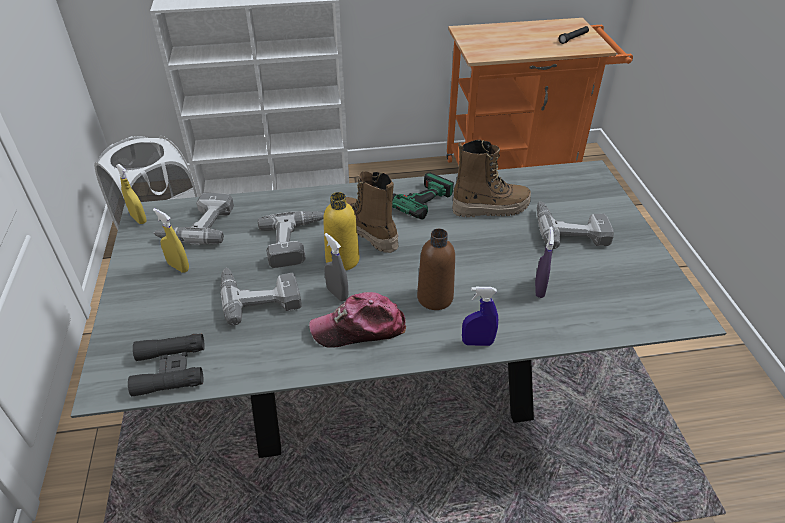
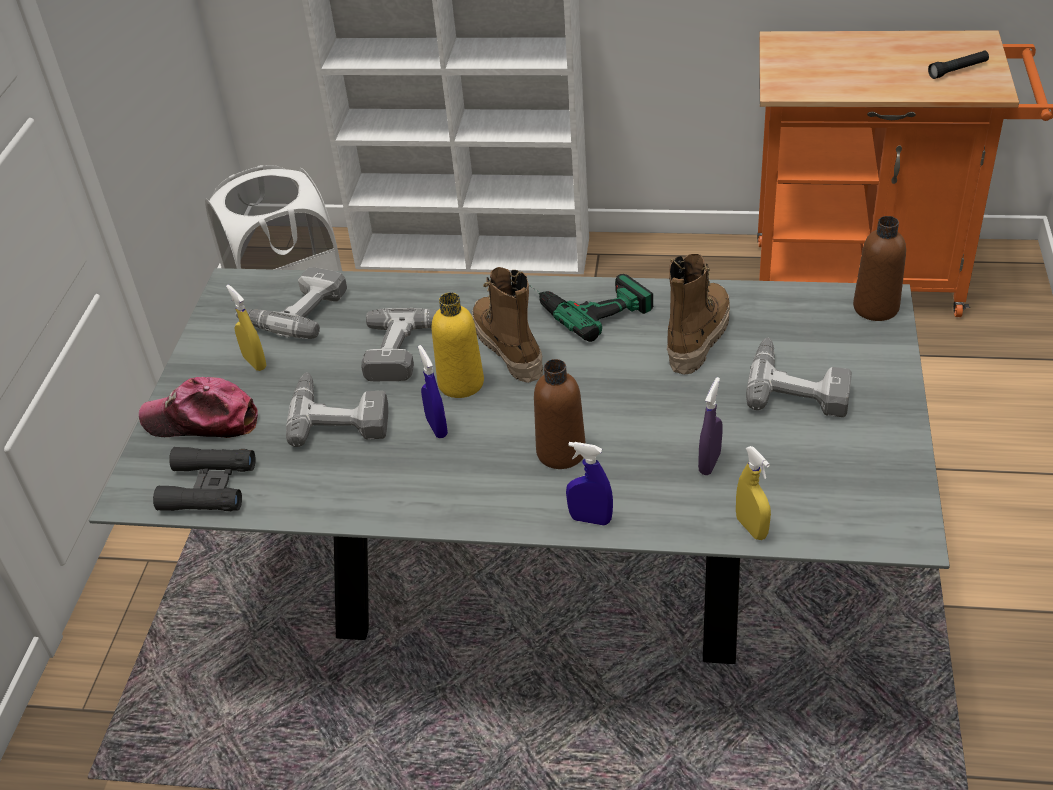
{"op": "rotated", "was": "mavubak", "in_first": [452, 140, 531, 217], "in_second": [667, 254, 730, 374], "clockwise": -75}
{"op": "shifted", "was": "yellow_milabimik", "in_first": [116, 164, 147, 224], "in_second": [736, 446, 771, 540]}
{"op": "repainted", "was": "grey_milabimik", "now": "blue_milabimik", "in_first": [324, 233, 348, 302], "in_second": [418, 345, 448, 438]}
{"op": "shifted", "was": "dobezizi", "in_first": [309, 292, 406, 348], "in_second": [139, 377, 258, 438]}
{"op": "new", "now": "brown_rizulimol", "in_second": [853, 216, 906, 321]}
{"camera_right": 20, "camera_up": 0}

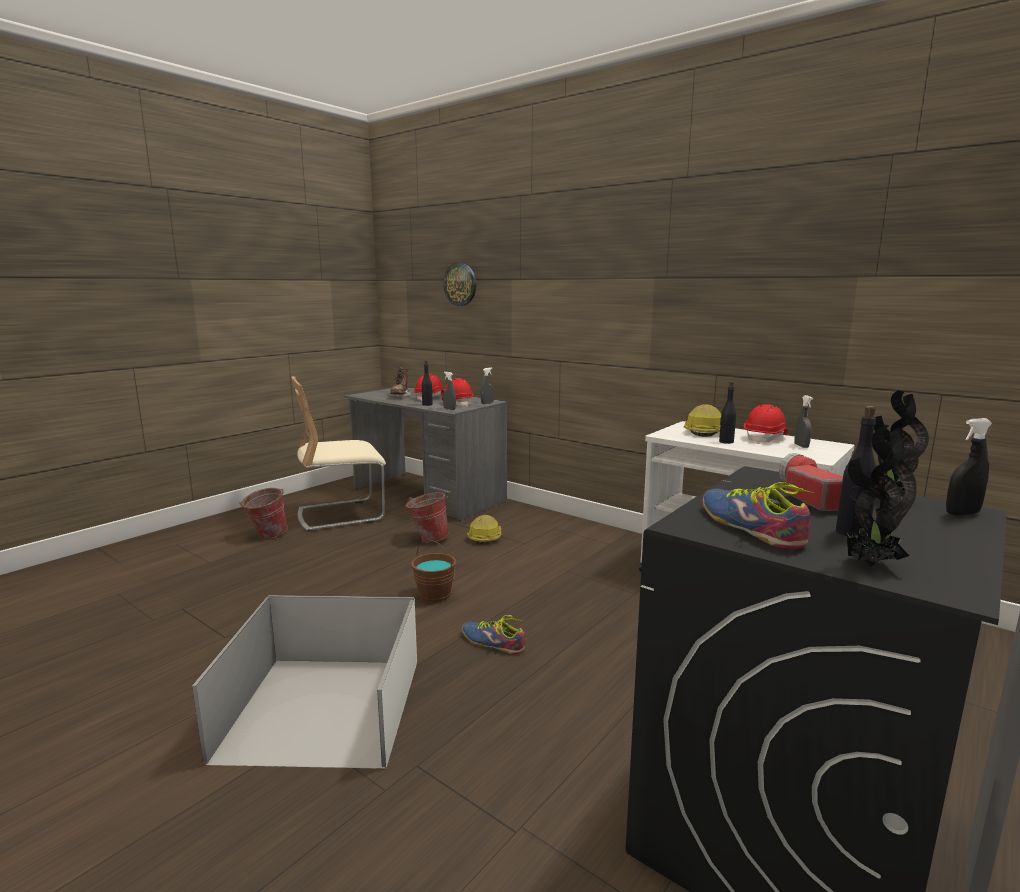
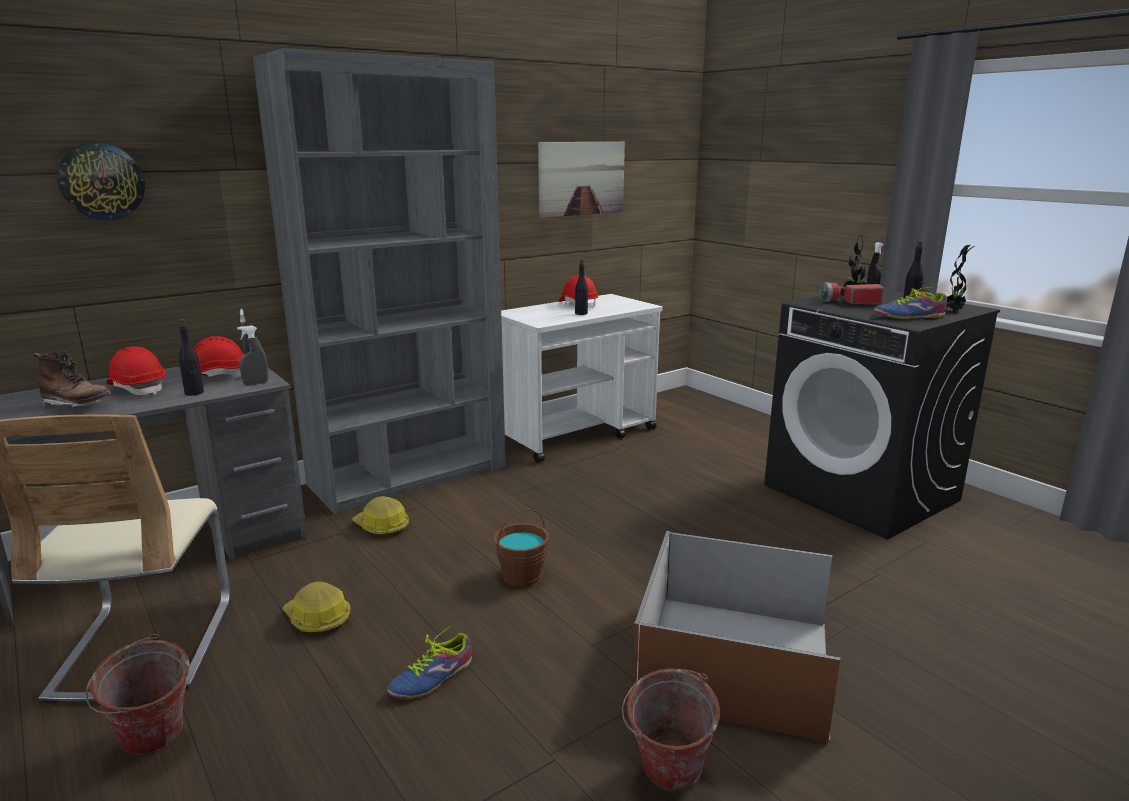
{"op": "gone", "was": "grey_milabimik", "in_first": [794, 395, 813, 448]}
{"op": "shifted", "was": "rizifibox", "in_first": [684, 404, 721, 437], "in_second": [283, 582, 351, 633]}
{"op": "shifted", "was": "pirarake", "in_first": [406, 492, 450, 543], "in_second": [622, 669, 720, 791]}
{"op": "repainted", "was": "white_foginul", "now": "brown_foginul", "in_first": [192, 595, 417, 769], "in_second": [632, 531, 840, 743]}
{"op": "shifted", "was": "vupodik", "in_first": [462, 615, 525, 654], "in_second": [387, 625, 472, 699]}
{"op": "new", "now": "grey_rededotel", "in_second": [253, 48, 506, 515]}
{"op": "new", "now": "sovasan", "in_second": [538, 142, 625, 218]}
{"camera_right": -75, "camera_up": 5}

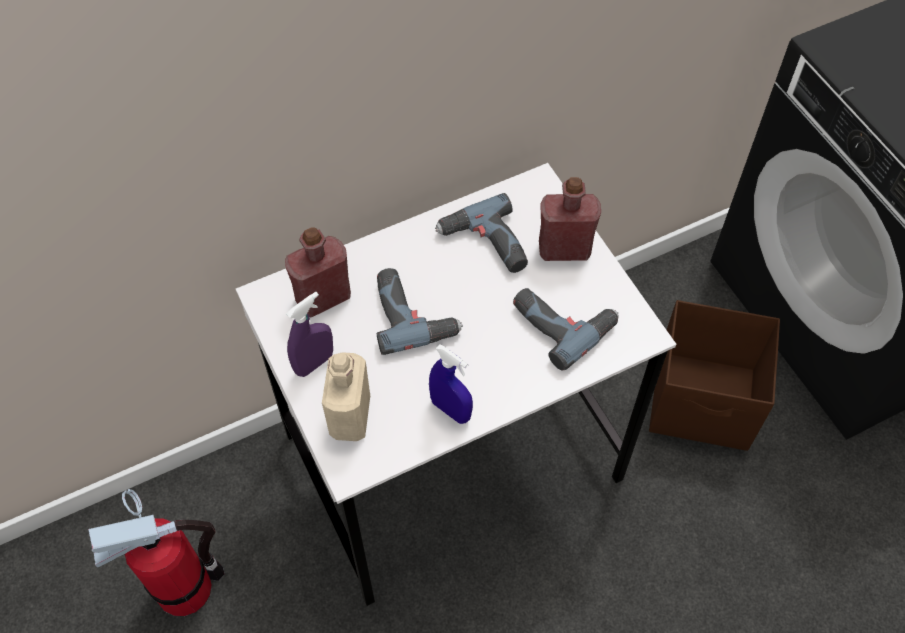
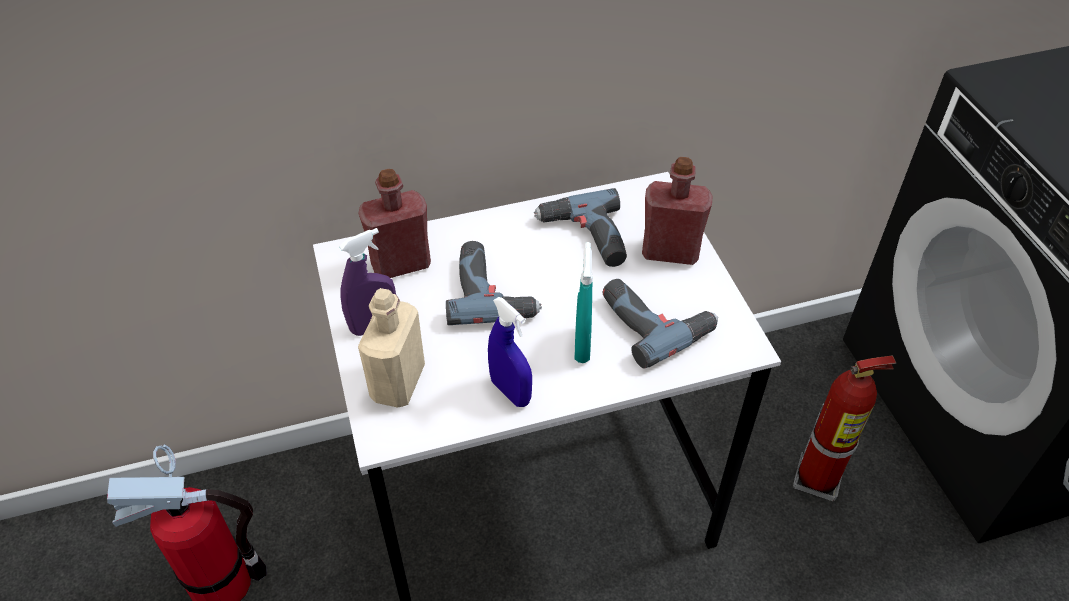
{"op": "swapped", "was": "brown_foginul", "now": "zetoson", "in_first": [649, 300, 780, 451], "in_second": [793, 355, 896, 501]}
{"op": "new", "now": "turquoise_milabimik", "in_second": [574, 242, 593, 363]}
{"camera_right": 10, "camera_up": -10}

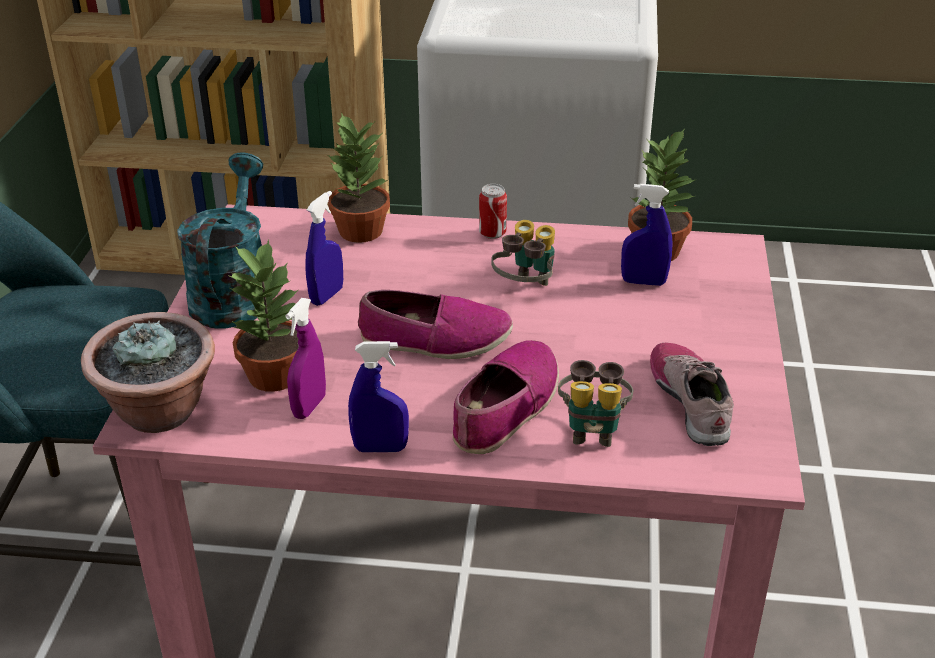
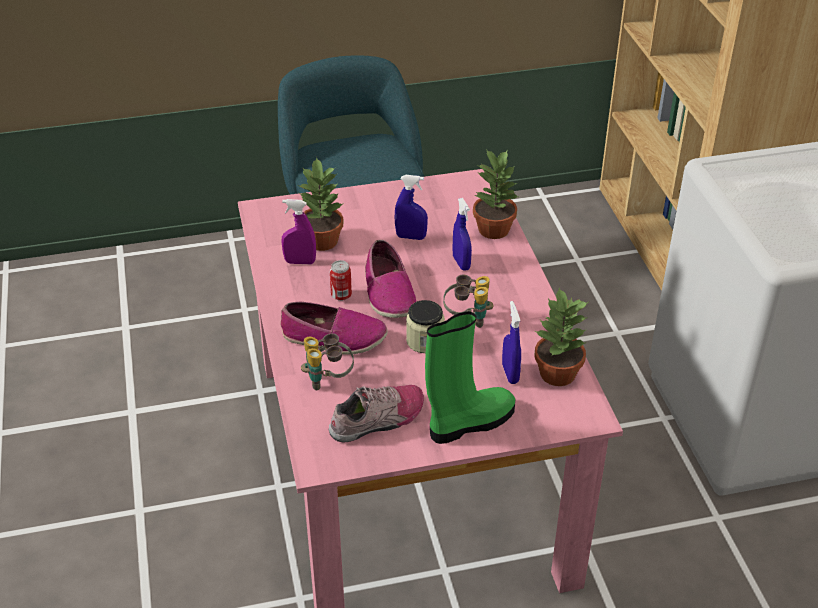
{"op": "gone", "was": "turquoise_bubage", "in_first": [177, 152, 263, 329]}
{"op": "shifted", "was": "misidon", "in_first": [479, 184, 507, 239], "in_second": [330, 260, 352, 301]}
{"op": "gone", "was": "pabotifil", "in_first": [81, 312, 215, 433]}
{"op": "shifted", "was": "blue_milabimik", "in_first": [348, 341, 409, 452], "in_second": [453, 198, 472, 271]}
{"op": "new", "now": "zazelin", "in_second": [406, 300, 445, 353]}
{"op": "new", "now": "green_mavubak", "in_second": [425, 312, 515, 444]}
{"camera_right": 70, "camera_up": 5}

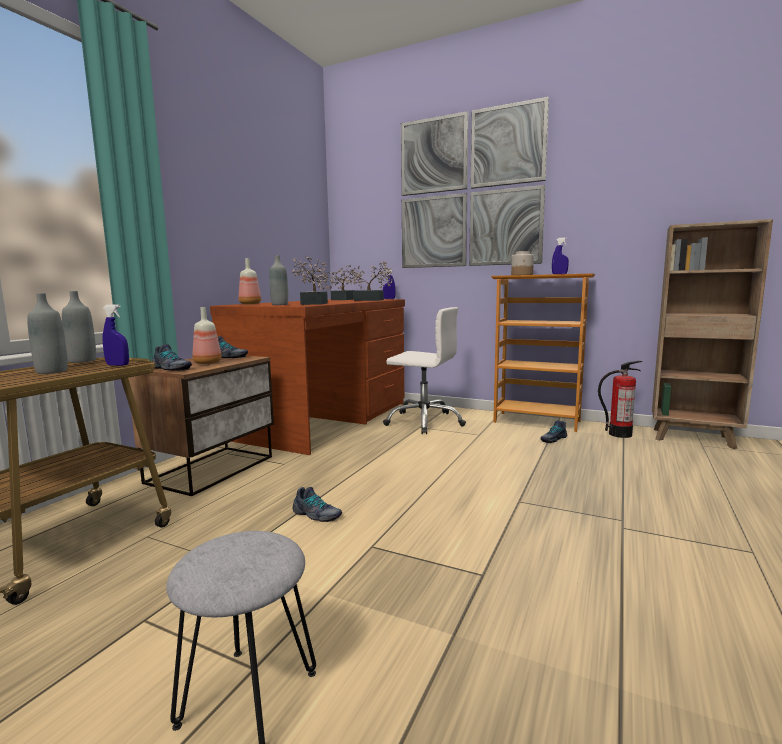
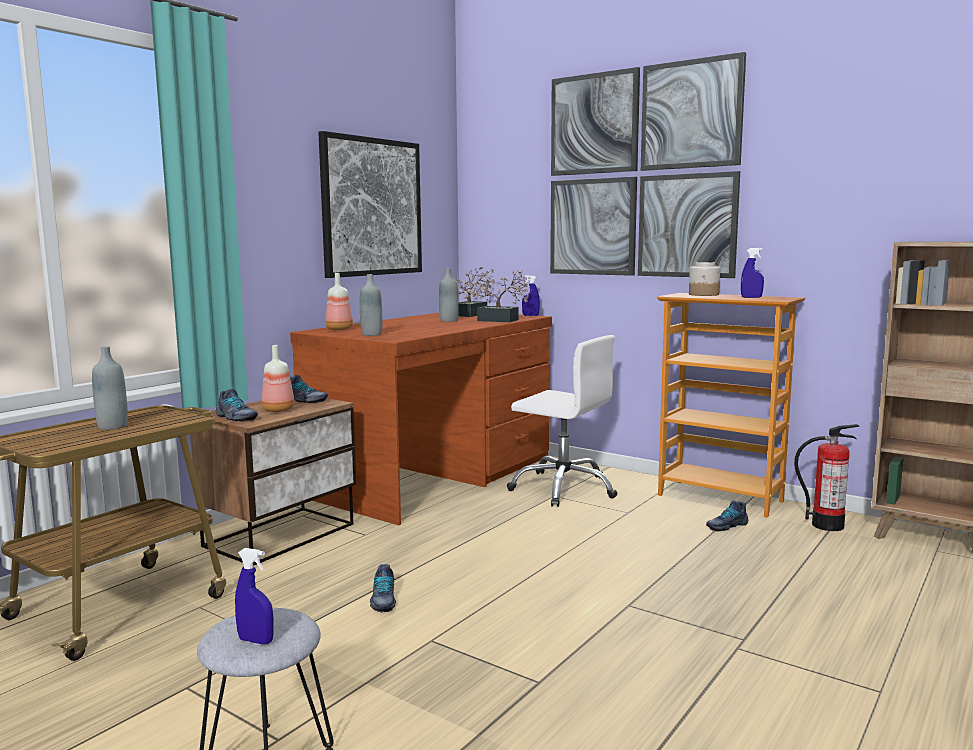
{"op": "gone", "was": "pabotifil", "in_first": [292, 256, 331, 305]}
{"op": "shifted", "was": "grey_rizulimol", "in_first": [62, 291, 96, 363], "in_second": [439, 268, 459, 322]}
{"op": "shifted", "was": "blue_milabimik", "in_first": [103, 304, 129, 366], "in_second": [235, 548, 274, 644]}
{"op": "rotated", "was": "vupodik", "in_first": [292, 487, 342, 522], "in_second": [370, 564, 396, 612], "clockwise": 45}
{"op": "new", "now": "sovasan", "in_second": [318, 131, 422, 278]}
{"camera_right": 10, "camera_up": 0}

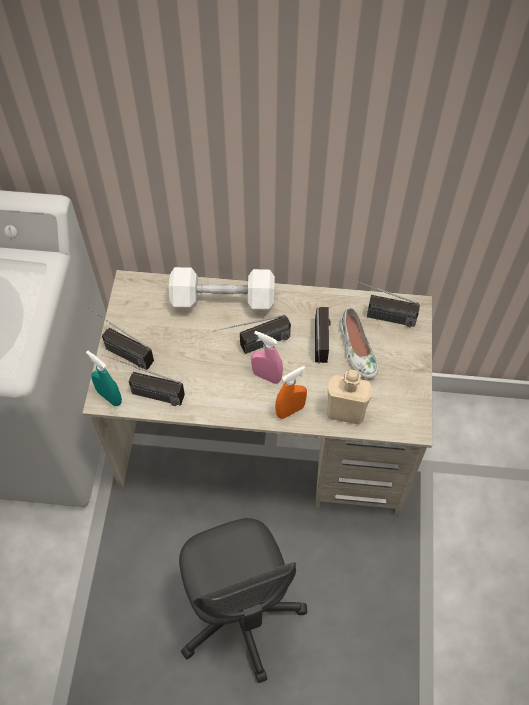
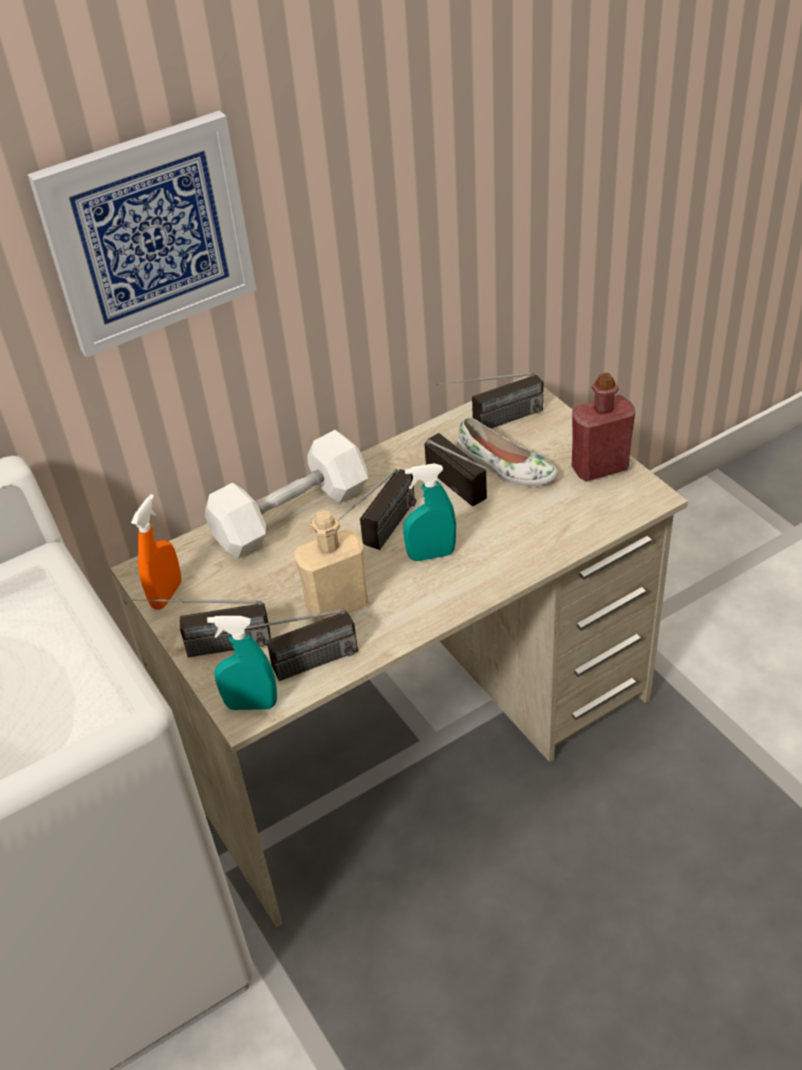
{"op": "repainted", "was": "pink_milabimik", "now": "turquoise_milabimik", "in_first": [251, 331, 283, 384], "in_second": [403, 463, 456, 561]}
{"op": "shifted", "was": "orange_milabimik", "in_first": [275, 366, 307, 419], "in_second": [131, 494, 181, 610]}
{"op": "shifted", "was": "beige_rizulimol", "in_first": [326, 370, 373, 425], "in_second": [295, 510, 368, 622]}
{"op": "gone", "was": "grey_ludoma", "in_first": [179, 518, 307, 683]}
{"op": "new", "now": "sovasan", "in_second": [28, 111, 257, 358]}
{"op": "new", "now": "red_rizulimol", "in_second": [572, 373, 635, 482]}
{"camera_right": -35, "camera_up": -15}

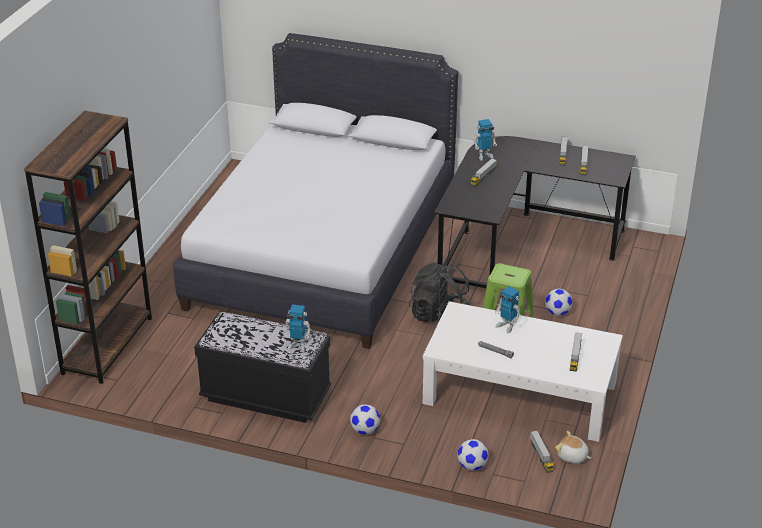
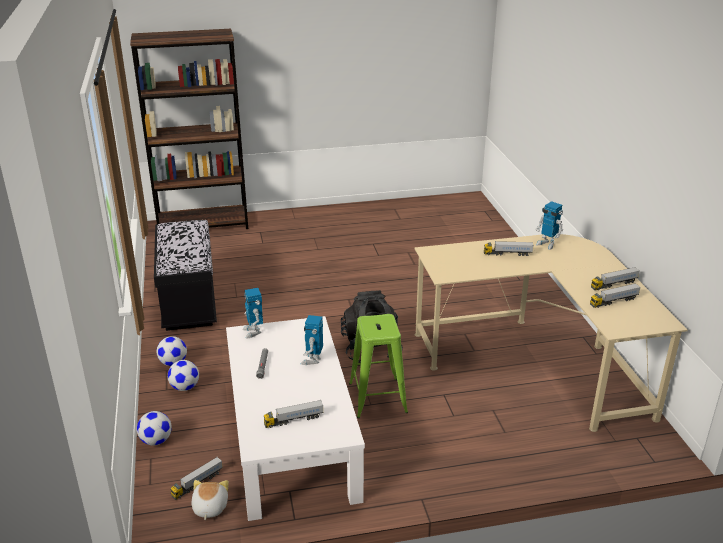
{"op": "gone", "was": "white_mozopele", "in_first": [173, 33, 458, 349]}
{"op": "repainted", "was": "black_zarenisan", "now": "beige_zarenisan", "in_first": [434, 136, 636, 288], "in_second": [414, 234, 688, 432]}
{"op": "shifted", "was": "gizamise", "in_first": [545, 289, 572, 316], "in_second": [168, 360, 199, 391]}
{"op": "shifted", "was": "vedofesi", "in_first": [283, 304, 311, 352], "in_second": [242, 288, 263, 339]}
{"camera_right": 60, "camera_up": -5}

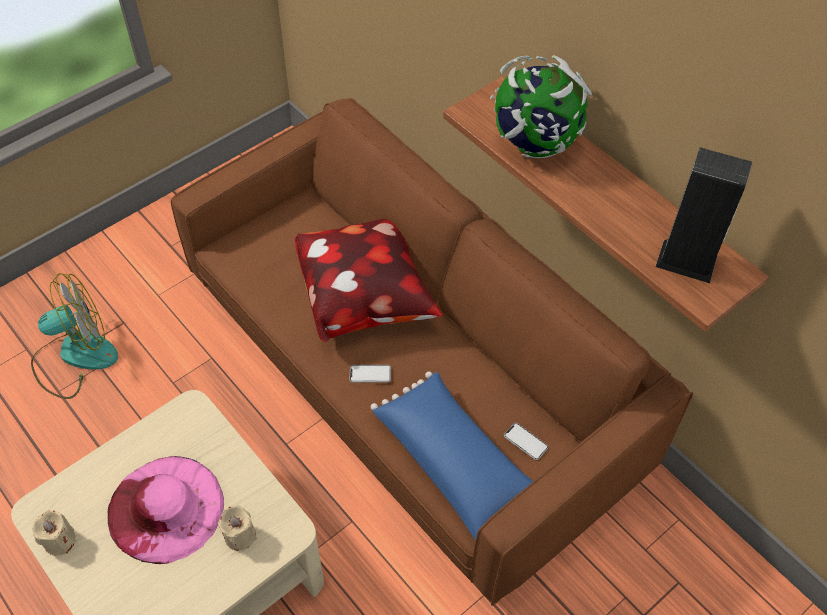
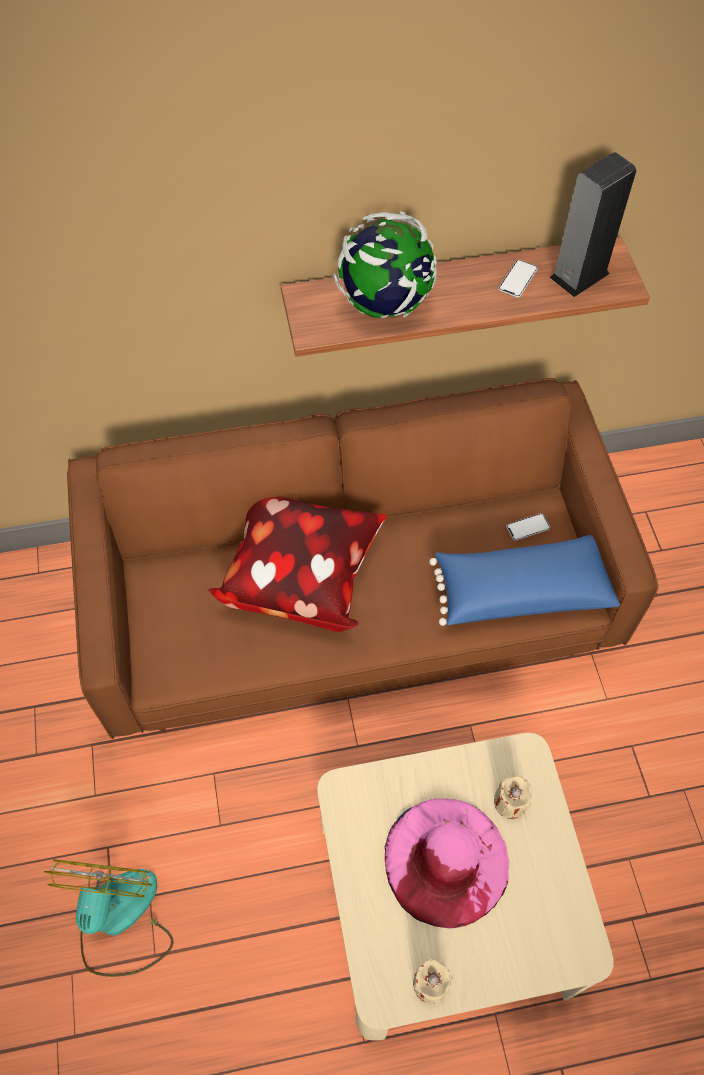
{"op": "shifted", "was": "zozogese", "in_first": [350, 365, 391, 383], "in_second": [498, 259, 538, 298]}
{"camera_right": -60, "camera_up": 5}

